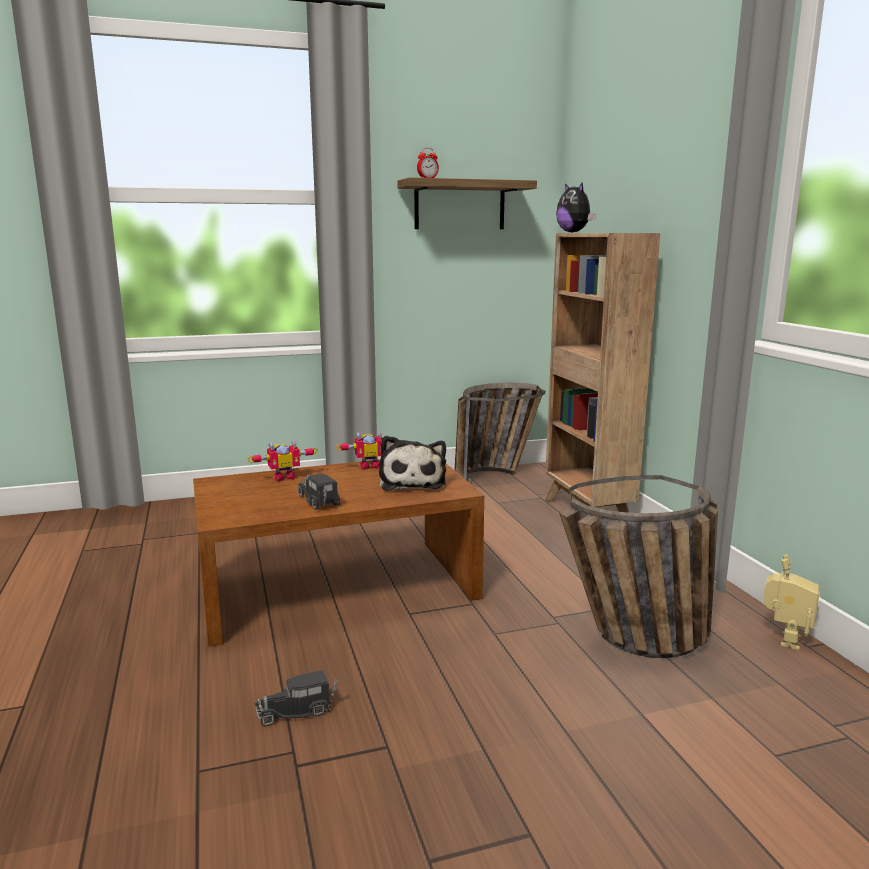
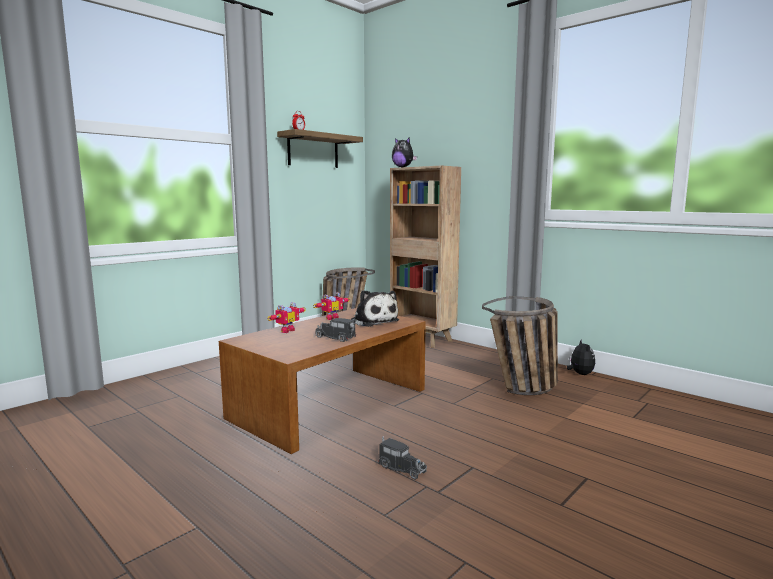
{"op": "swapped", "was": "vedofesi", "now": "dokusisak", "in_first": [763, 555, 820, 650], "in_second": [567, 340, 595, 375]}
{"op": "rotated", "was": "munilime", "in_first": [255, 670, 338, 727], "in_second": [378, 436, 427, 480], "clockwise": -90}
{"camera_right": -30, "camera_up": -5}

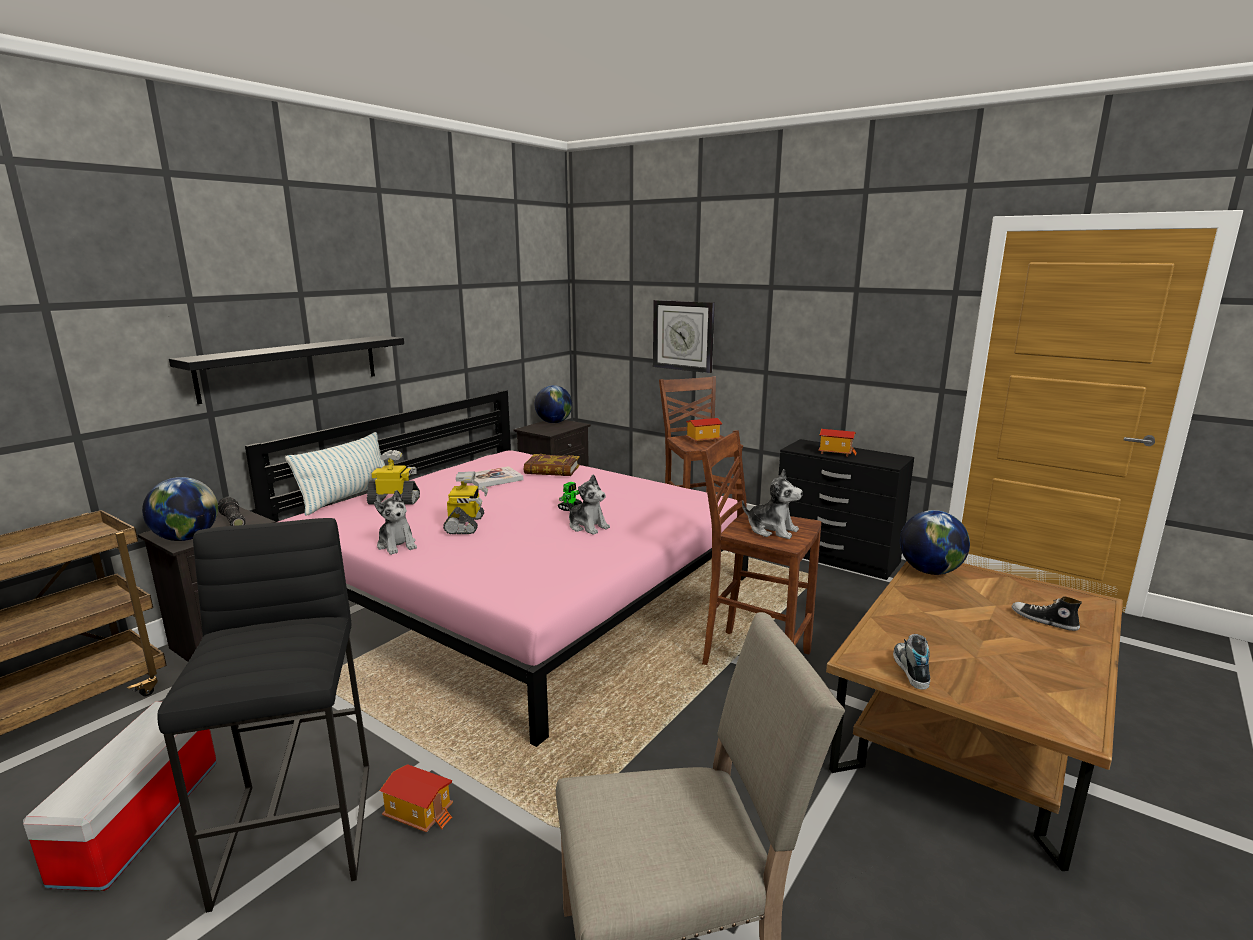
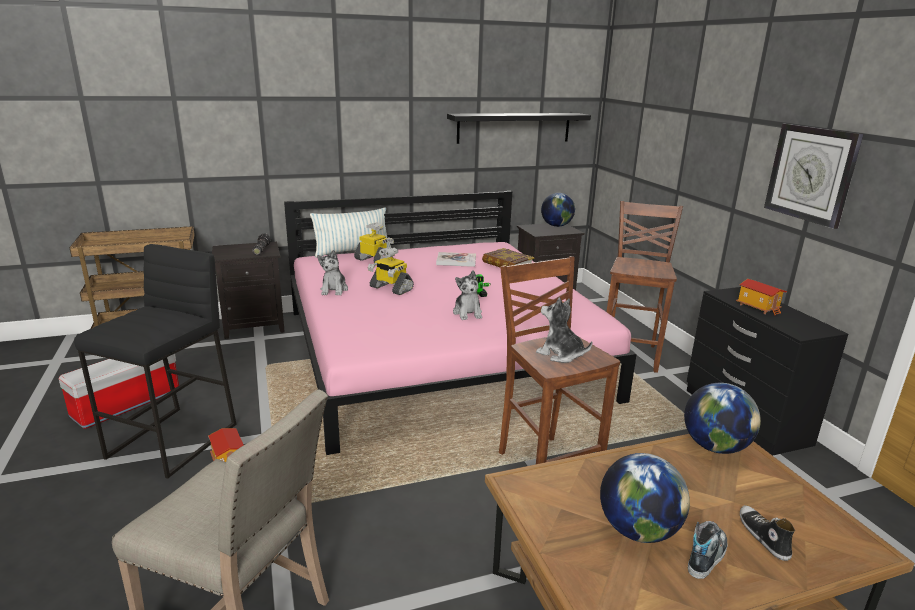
{"op": "shifted", "was": "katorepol", "in_first": [653, 300, 715, 373], "in_second": [764, 123, 863, 229]}
{"op": "shifted", "was": "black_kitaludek", "in_first": [169, 336, 404, 404], "in_second": [447, 113, 591, 144]}
{"op": "gone", "was": "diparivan", "in_first": [686, 418, 722, 443]}
{"op": "rotated", "was": "dokusisak", "in_first": [742, 469, 803, 539], "in_second": [536, 297, 593, 363], "clockwise": 150}
{"op": "rotated", "was": "vedofesi", "in_first": [443, 471, 488, 534], "in_second": [368, 247, 414, 295], "clockwise": 90}
{"op": "shifted", "was": "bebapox", "in_first": [142, 477, 218, 541], "in_second": [600, 453, 690, 543]}
{"op": "shifted", "was": "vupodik", "in_first": [893, 634, 930, 690], "in_second": [688, 521, 727, 579]}
{"camera_right": 35, "camera_up": 5}

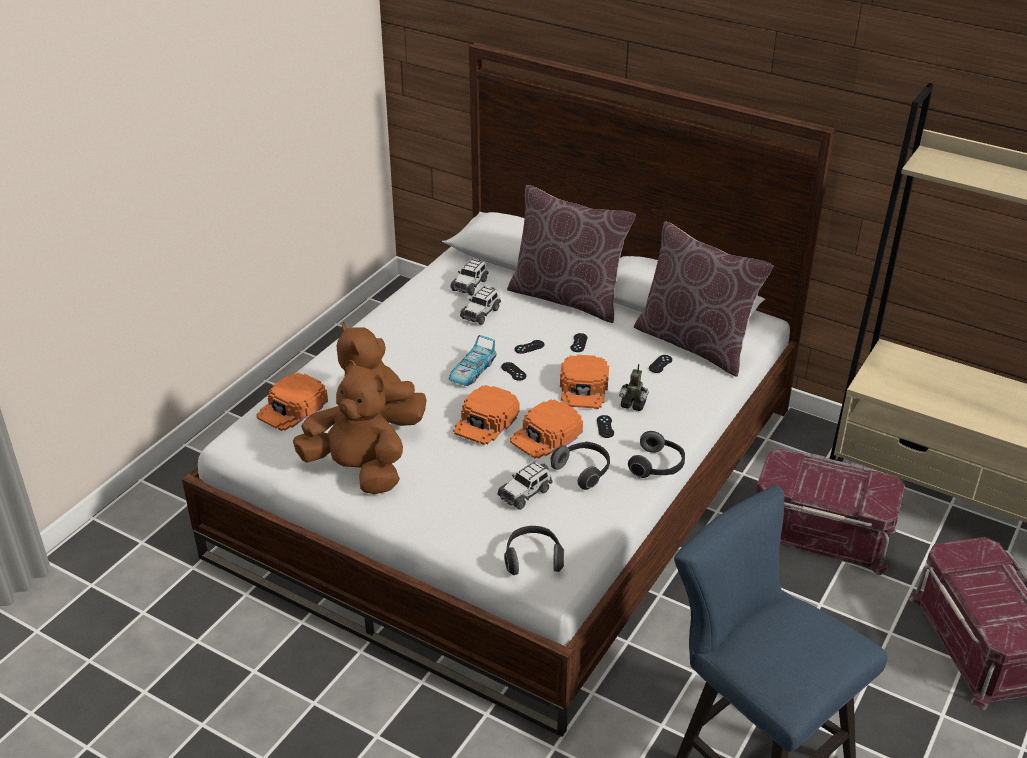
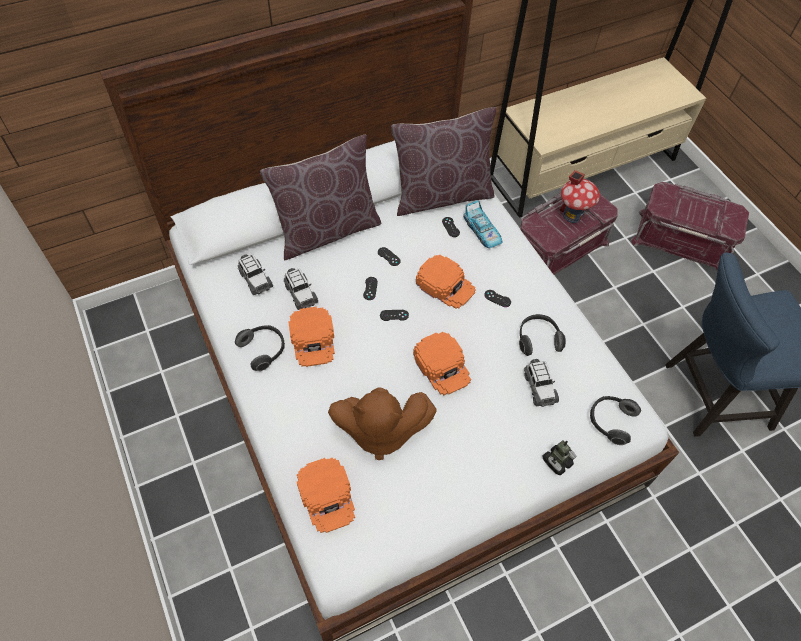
{"op": "shifted", "was": "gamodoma", "in_first": [449, 335, 496, 386], "in_second": [463, 200, 503, 248]}
{"op": "gone", "was": "brown_dokusisak", "in_first": [293, 360, 403, 494]}
{"op": "shifted", "was": "vedofesi", "in_first": [619, 364, 649, 411], "in_second": [543, 440, 577, 475]}
{"op": "shifted", "was": "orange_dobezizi", "in_first": [510, 399, 583, 459], "in_second": [288, 307, 335, 367]}
{"op": "shifted", "was": "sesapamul", "in_first": [628, 431, 685, 478], "in_second": [235, 325, 285, 371]}
{"op": "new", "now": "diparivan", "in_second": [560, 170, 600, 223]}
{"camera_right": -60, "camera_up": 20}

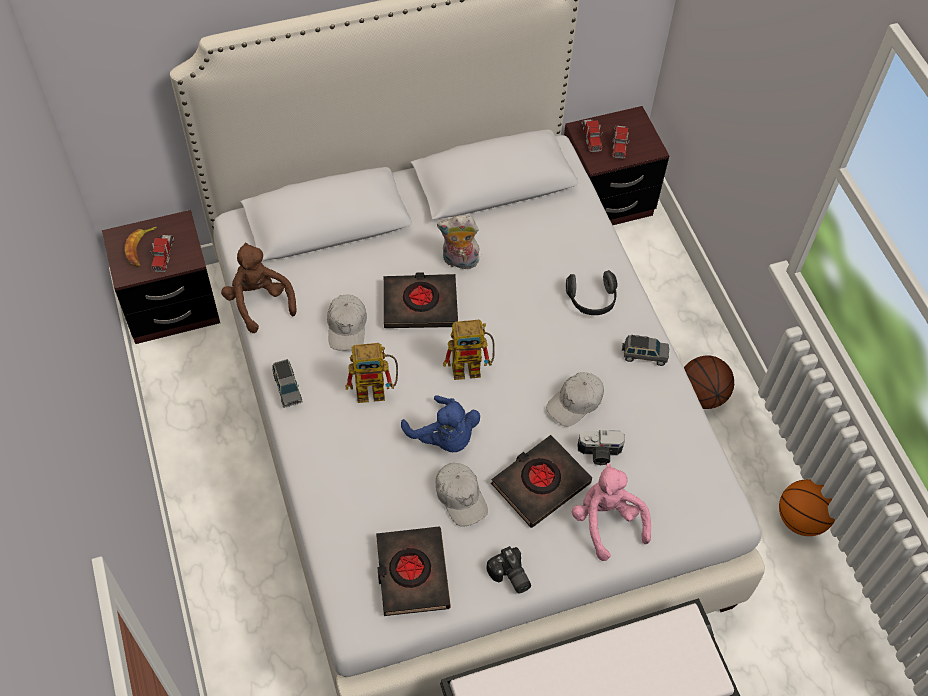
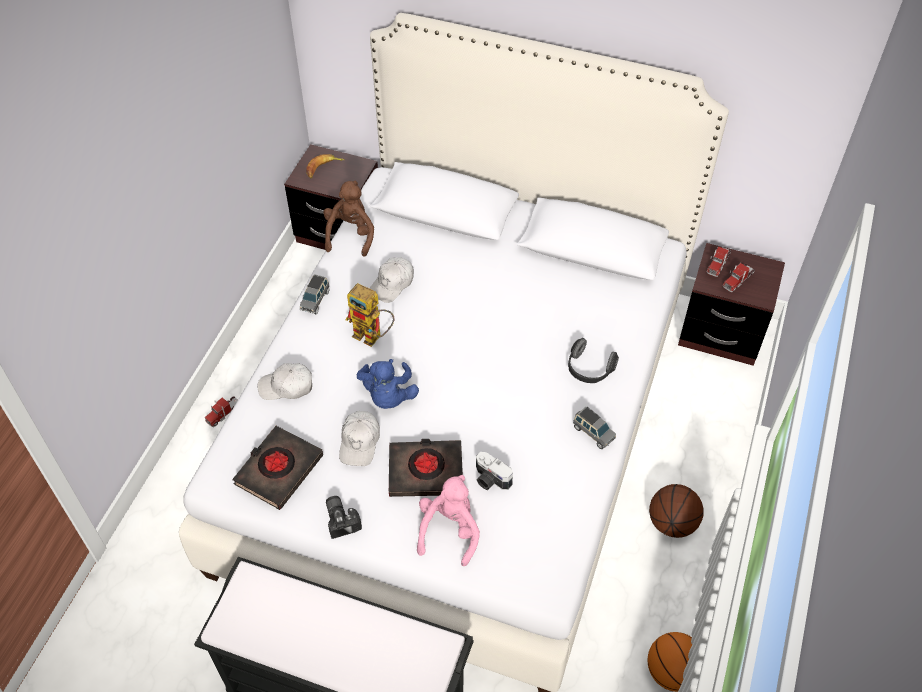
{"op": "gone", "was": "dokusisak", "in_first": [437, 215, 479, 269]}
{"op": "shifted", "was": "munilime", "in_first": [150, 235, 174, 272], "in_second": [205, 396, 238, 427]}
{"op": "gone", "was": "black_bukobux", "in_first": [384, 272, 458, 328]}
{"op": "gone", "was": "vedofesi", "in_first": [443, 320, 495, 380]}
{"op": "shifted", "was": "white_dobezizi", "in_first": [546, 372, 604, 427], "in_second": [257, 363, 312, 400]}
{"op": "rotated", "was": "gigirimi", "in_first": [486, 546, 531, 594], "in_second": [326, 496, 362, 539], "clockwise": 150}
{"camera_right": 40, "camera_up": -5}

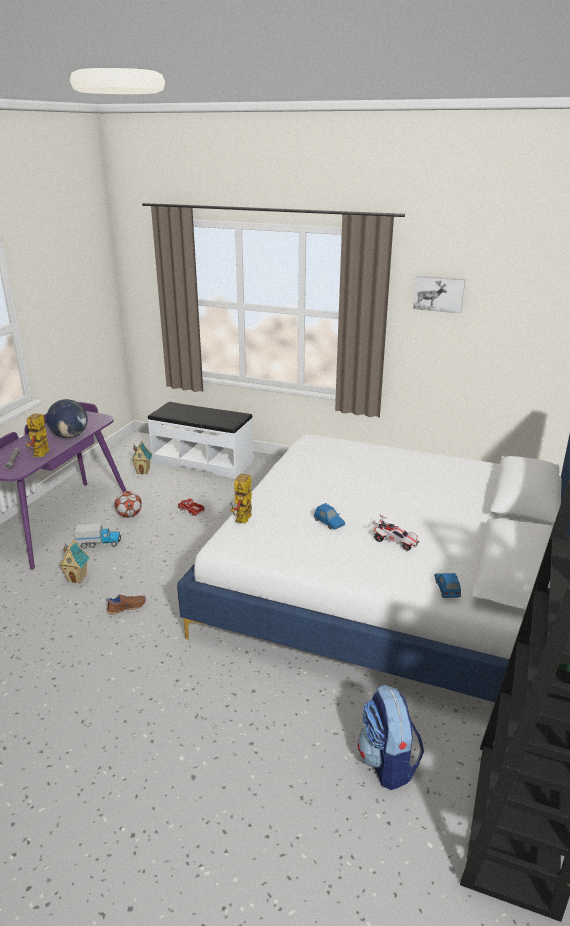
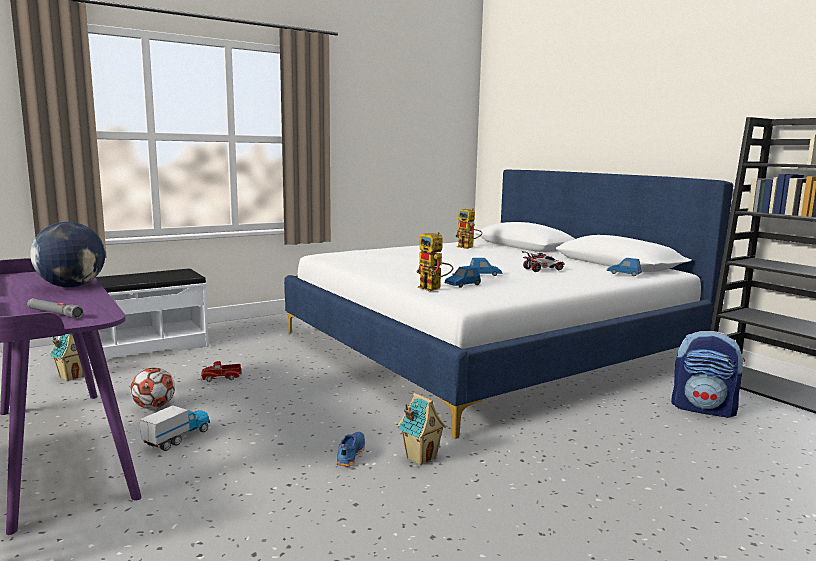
{"op": "gone", "was": "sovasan", "in_first": [413, 276, 465, 313]}
{"op": "shifted", "was": "vedofesi", "in_first": [25, 414, 49, 457], "in_second": [455, 208, 482, 249]}
{"op": "shifted", "was": "diparivan", "in_first": [58, 539, 90, 584], "in_second": [398, 393, 446, 465]}
{"op": "repainted", "was": "brown_vupodik", "now": "blue_vupodik", "in_first": [106, 594, 146, 615], "in_second": [337, 432, 365, 467]}
{"op": "new", "now": "blue_gamodoma", "in_second": [444, 266, 481, 288]}
{"camera_right": -55, "camera_up": -15}

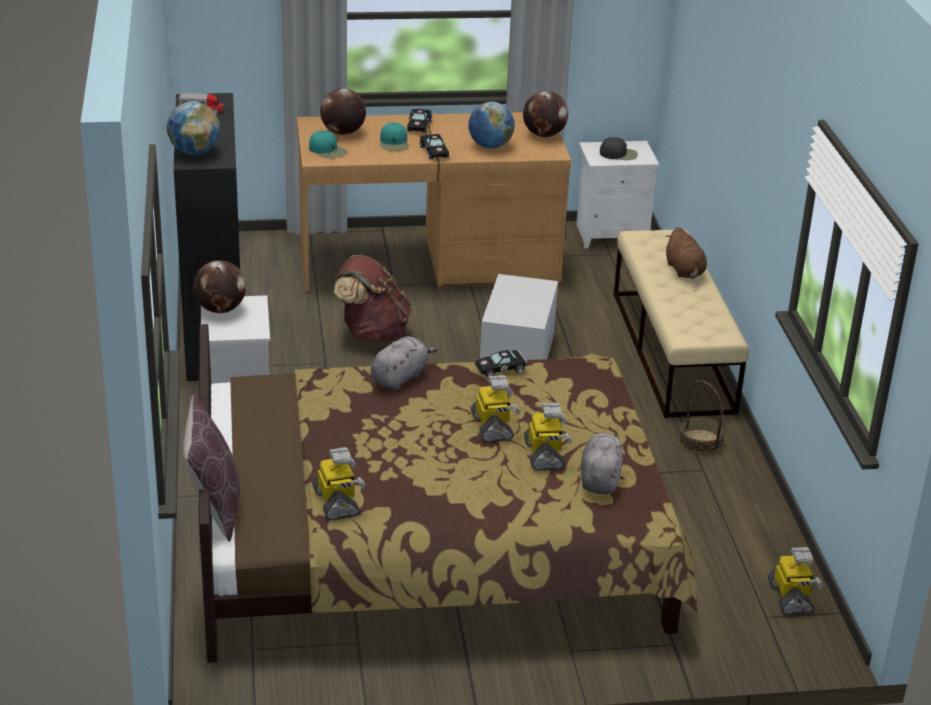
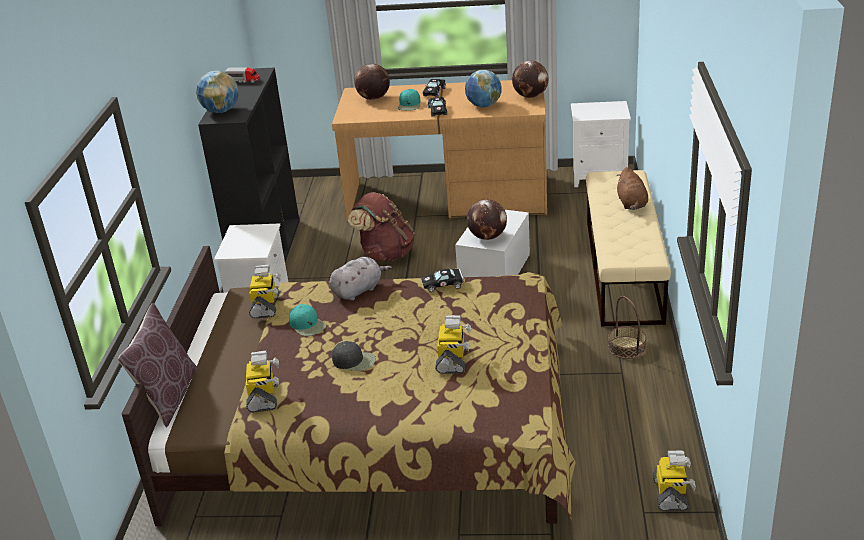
{"op": "shifted", "was": "turquoise_dobezizi", "in_first": [309, 130, 347, 158], "in_second": [289, 304, 326, 336]}
{"op": "shifted", "was": "black_dobezizi", "in_first": [600, 137, 638, 160], "in_second": [332, 341, 376, 371]}
{"op": "shifted", "was": "bebapox", "in_first": [193, 260, 246, 313], "in_second": [467, 199, 507, 240]}
{"op": "shifted", "was": "vedofesi", "in_first": [471, 375, 520, 442], "in_second": [249, 265, 281, 318]}
{"op": "gone", "was": "grey_dokusisak", "in_first": [580, 433, 624, 494]}
{"camera_right": 15, "camera_up": 0}

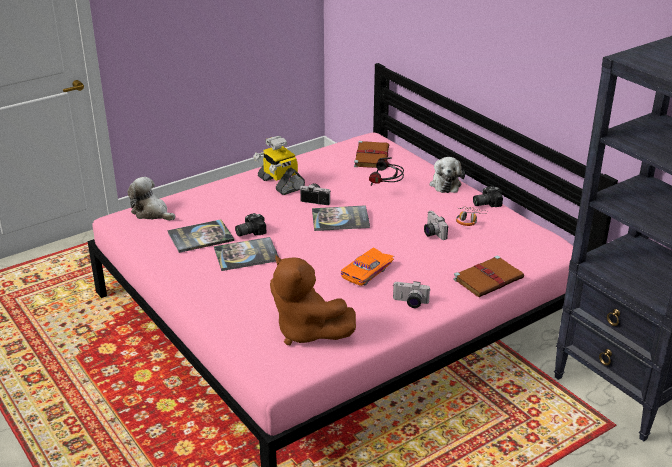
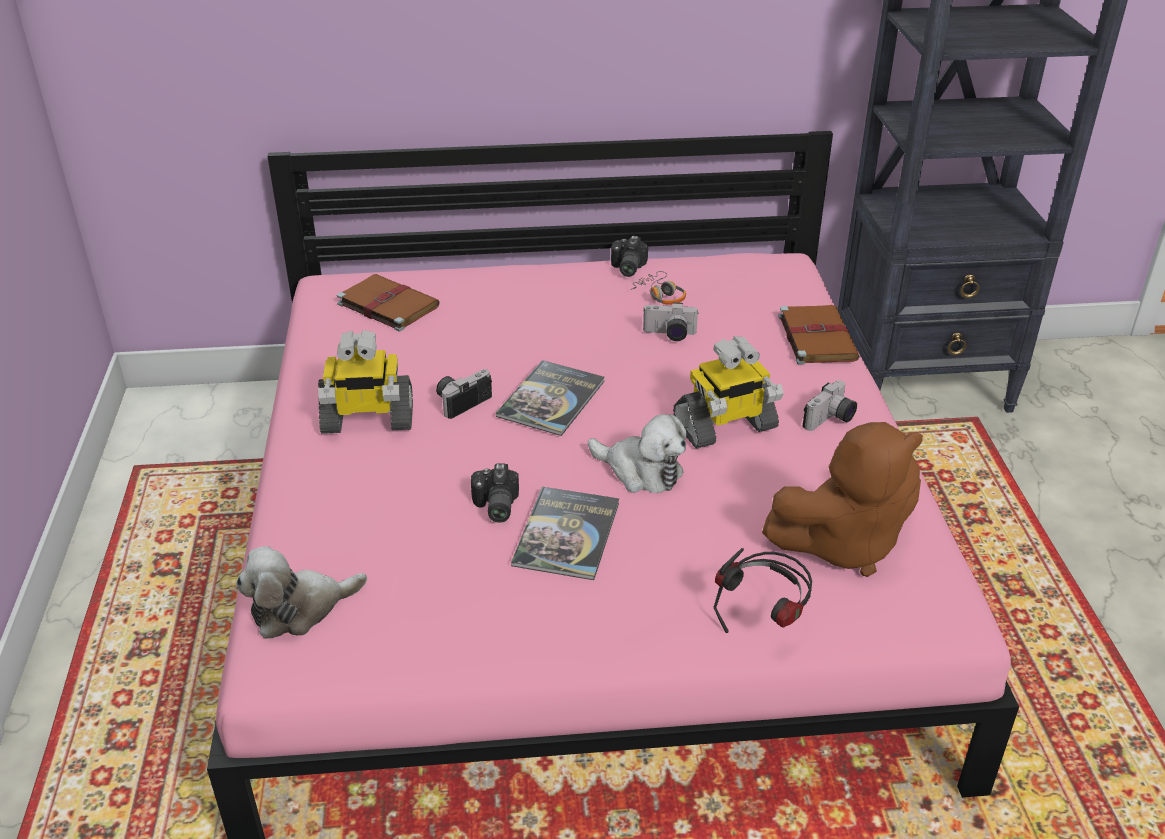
{"op": "shifted", "was": "sesapamul", "in_first": [369, 157, 404, 186], "in_second": [714, 548, 812, 633]}
{"op": "shifted", "was": "dokusisak", "in_first": [430, 157, 465, 193], "in_second": [588, 414, 687, 493]}
{"op": "gone", "was": "bukobux", "in_first": [167, 219, 234, 253]}
{"op": "swapped", "was": "orange_gamodoma", "now": "vedofesi", "in_first": [341, 248, 394, 286], "in_second": [673, 336, 783, 449]}
{"camera_right": -60, "camera_up": 5}

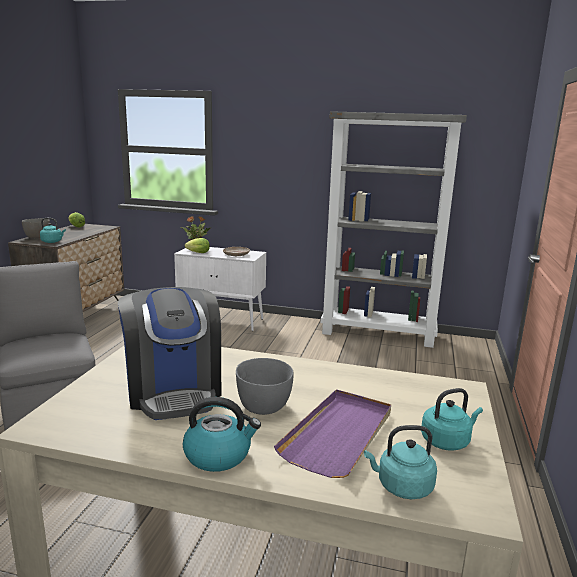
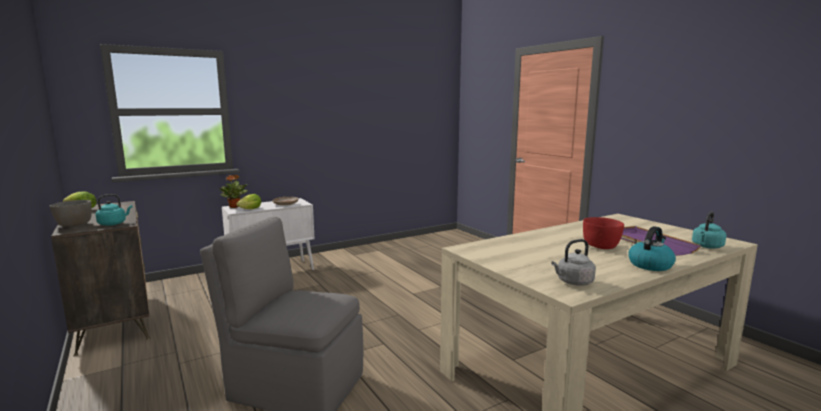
{"op": "gone", "was": "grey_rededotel", "in_first": [321, 111, 467, 348]}
{"op": "gone", "was": "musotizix", "in_first": [118, 287, 221, 420]}
{"op": "repainted", "was": "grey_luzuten", "now": "red_luzuten", "in_first": [236, 358, 294, 415], "in_second": [583, 217, 624, 249]}
{"op": "gone", "was": "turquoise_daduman", "in_first": [421, 388, 483, 451]}
{"op": "new", "now": "grey_daduman", "in_second": [551, 239, 596, 286]}
{"camera_right": -45, "camera_up": -5}

